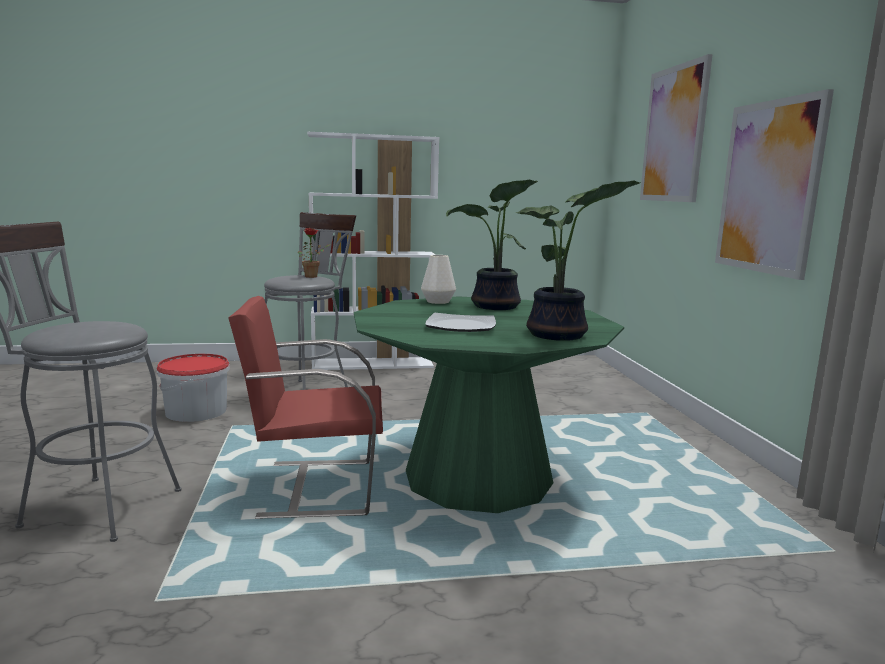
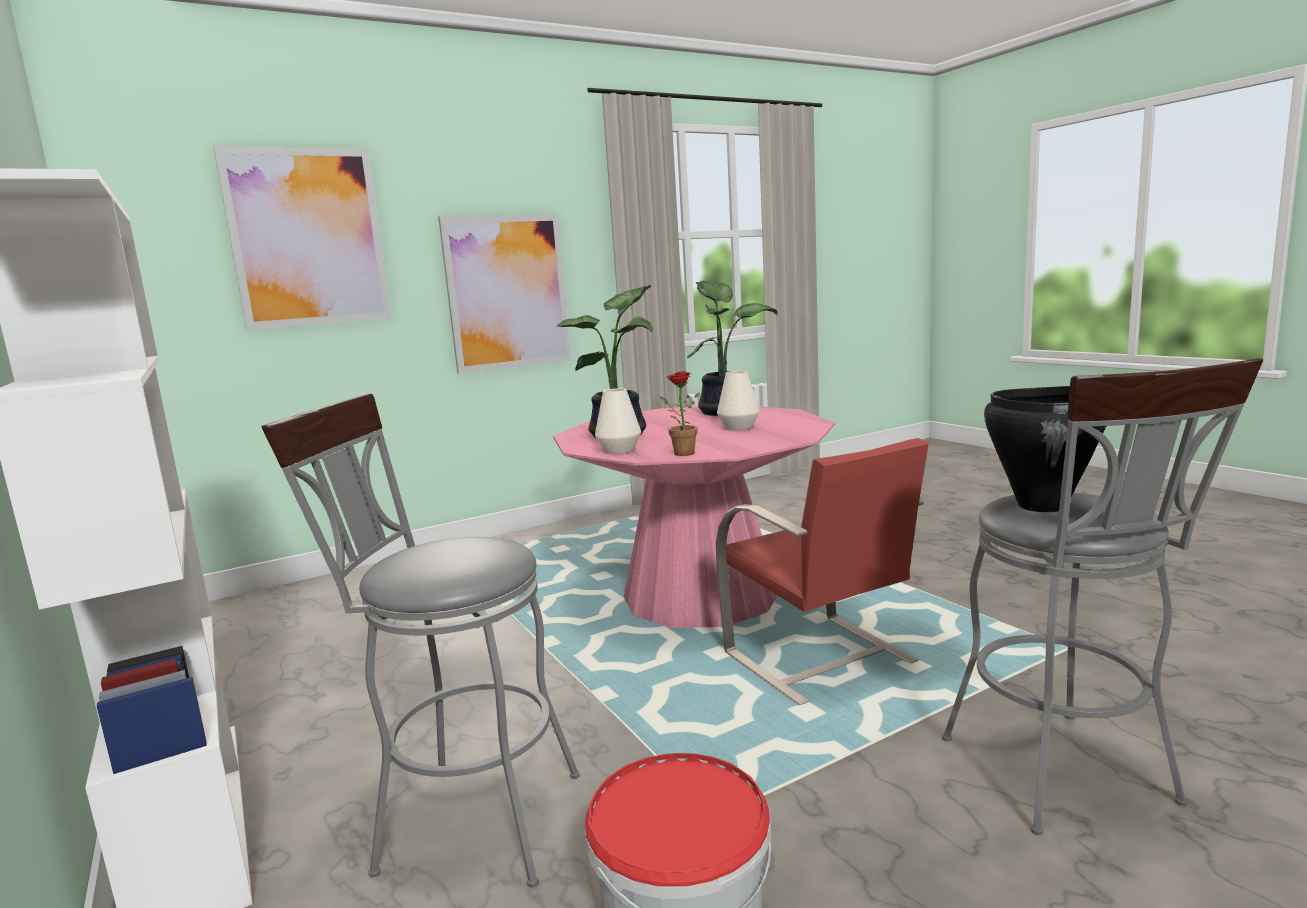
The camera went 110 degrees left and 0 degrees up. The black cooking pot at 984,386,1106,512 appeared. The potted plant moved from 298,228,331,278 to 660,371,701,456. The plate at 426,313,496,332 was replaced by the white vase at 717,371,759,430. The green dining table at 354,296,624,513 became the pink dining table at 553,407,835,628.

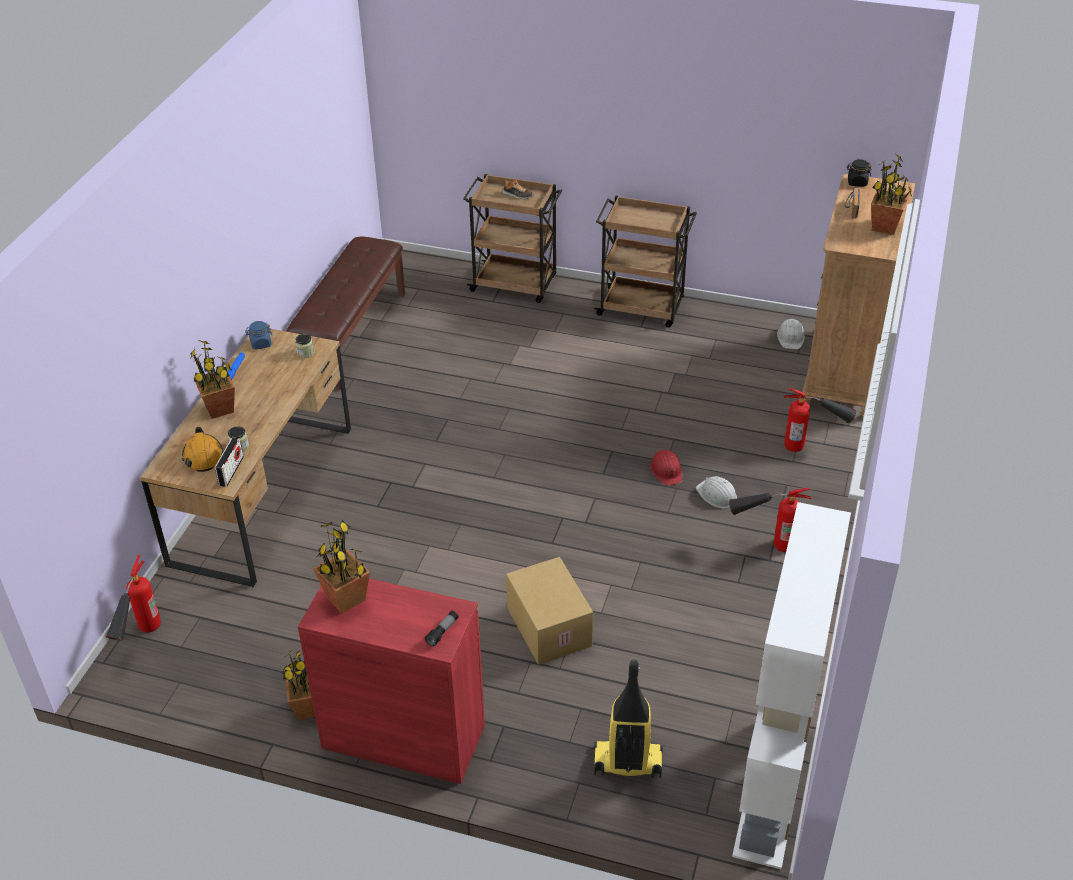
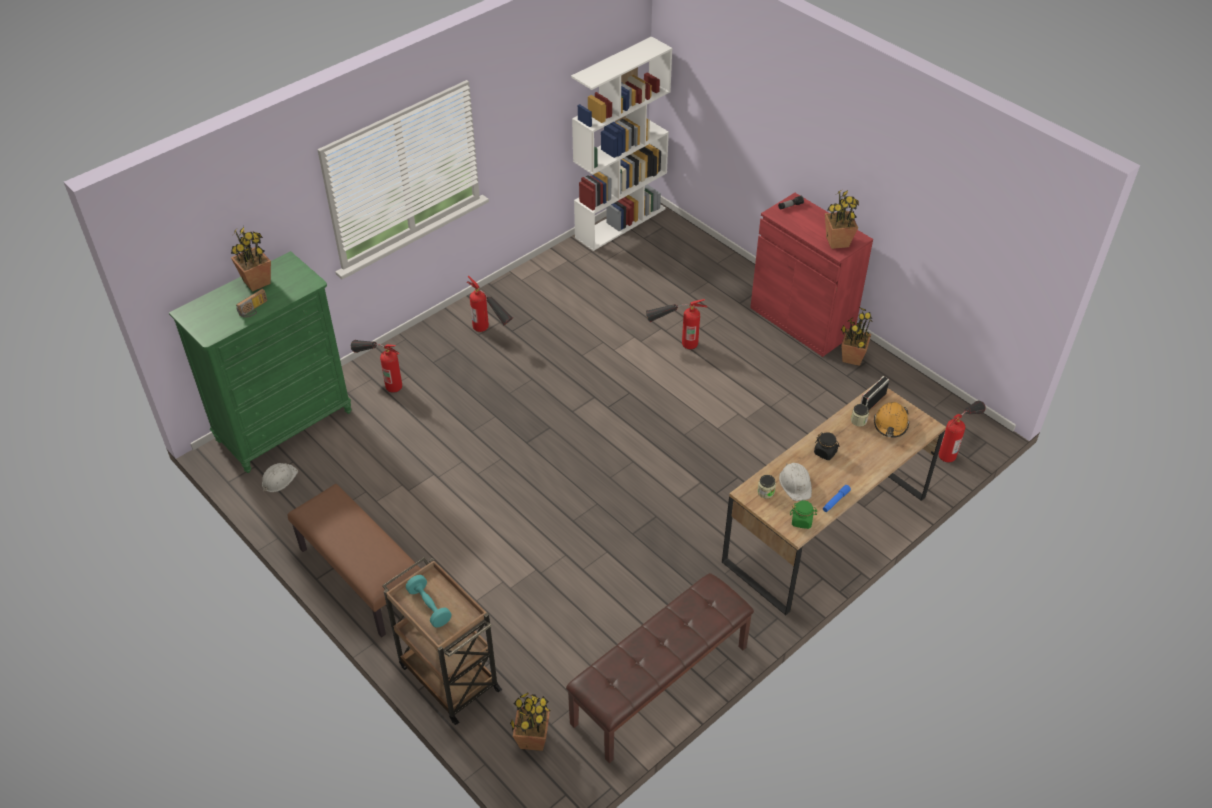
The camera went 150 degrees left and 5 degrees up. The vacuum cleaner at 594,659,663,779 disappeared. The red hard hat at 650,450,682,486 disappeared. The potted plant moved from 190,340,235,419 to 510,693,551,751. The white hard hat moved from 696,476,737,508 to 779,463,812,501. The black jar moved from 847,159,872,187 to 814,432,840,460. The shoe at 502,180,534,199 was replaced by the turquoise dumbbell at 406,575,451,628. The cardboard box at 506,557,593,665 was replaced by the fire extinguisher at 646,299,707,349. The brown cart at 594,196,697,327 was replaced by the brown bench at 288,484,421,637. The blue jar at 245,321,273,350 became the green jar at 790,500,817,529. The brown dresser at 802,174,915,418 became the green dresser at 169,251,352,473.

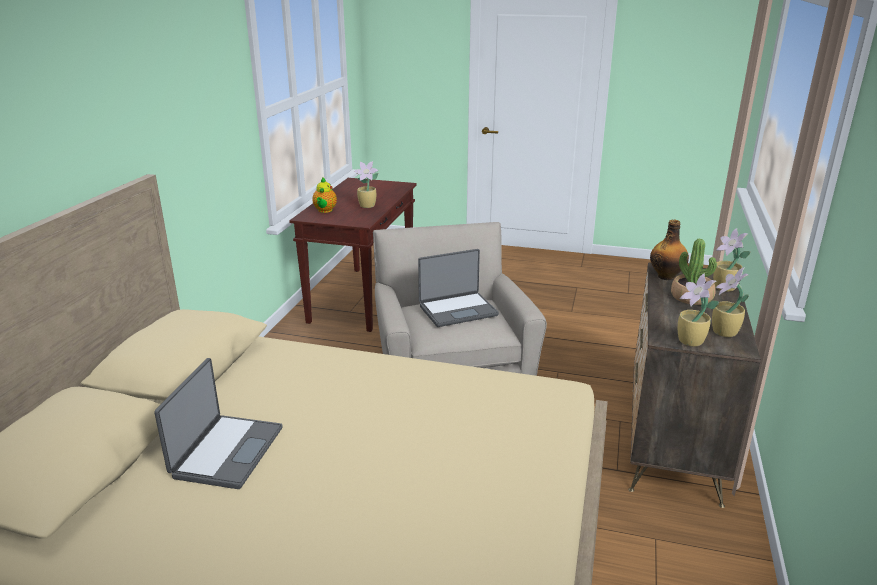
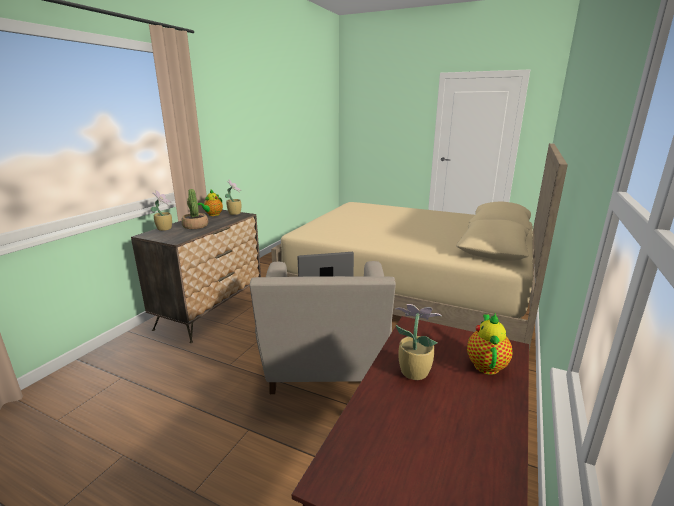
The camera went 170 degrees left and 5 degrees down. The laptop at 154,358,283,489 disappeared. The bottle at 650,219,689,280 disappeared. The potted plant at 712,267,750,337 was replaced by the teapot at 198,190,223,216.

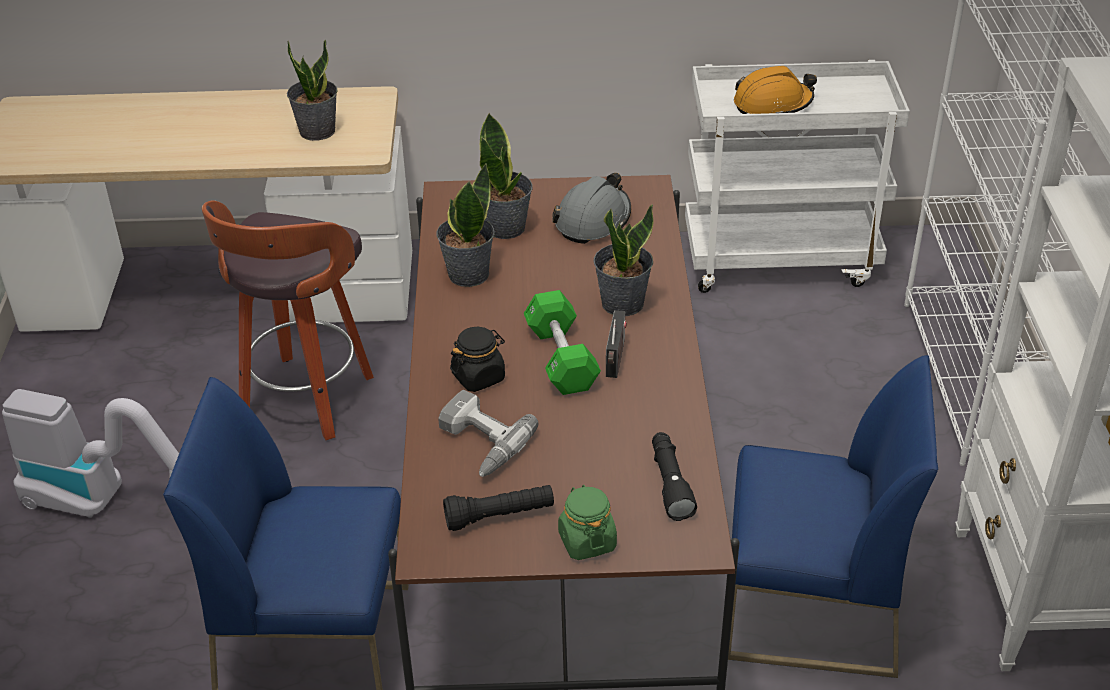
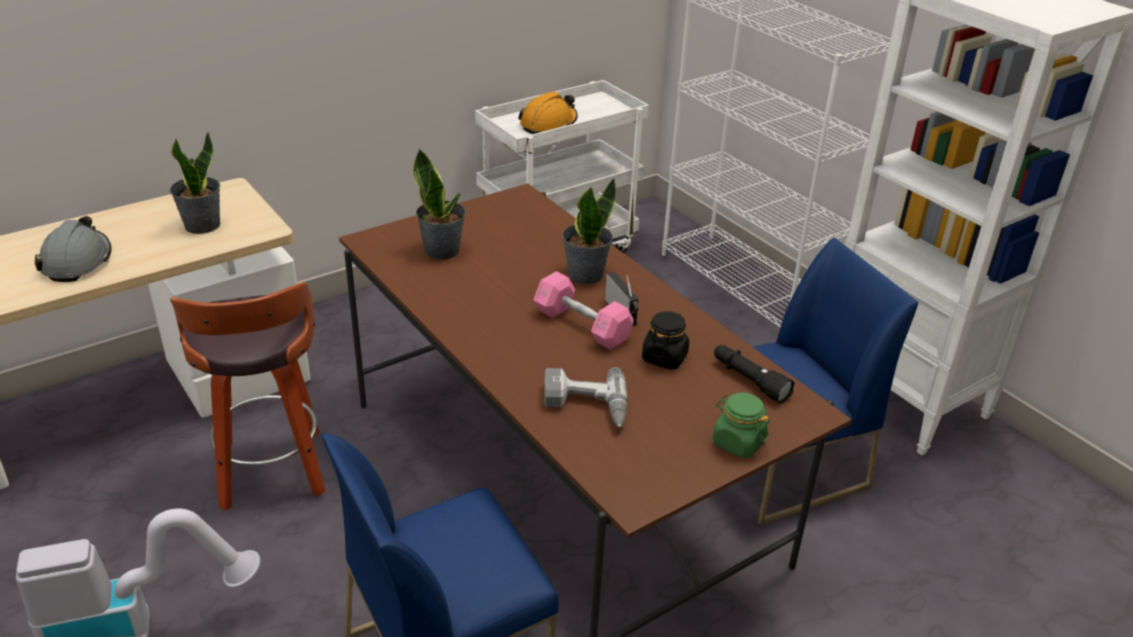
The camera went 35 degrees left and 5 degrees down. The potted plant at 436,164,495,287 disappeared. The black flashlight at 443,485,554,531 disappeared. The black jar moved from 450,327,505,392 to 642,311,689,370. The grey hard hat moved from 552,173,631,244 to 35,216,112,282. The green dumbbell at 524,290,601,395 became the pink dumbbell at 533,271,634,350.

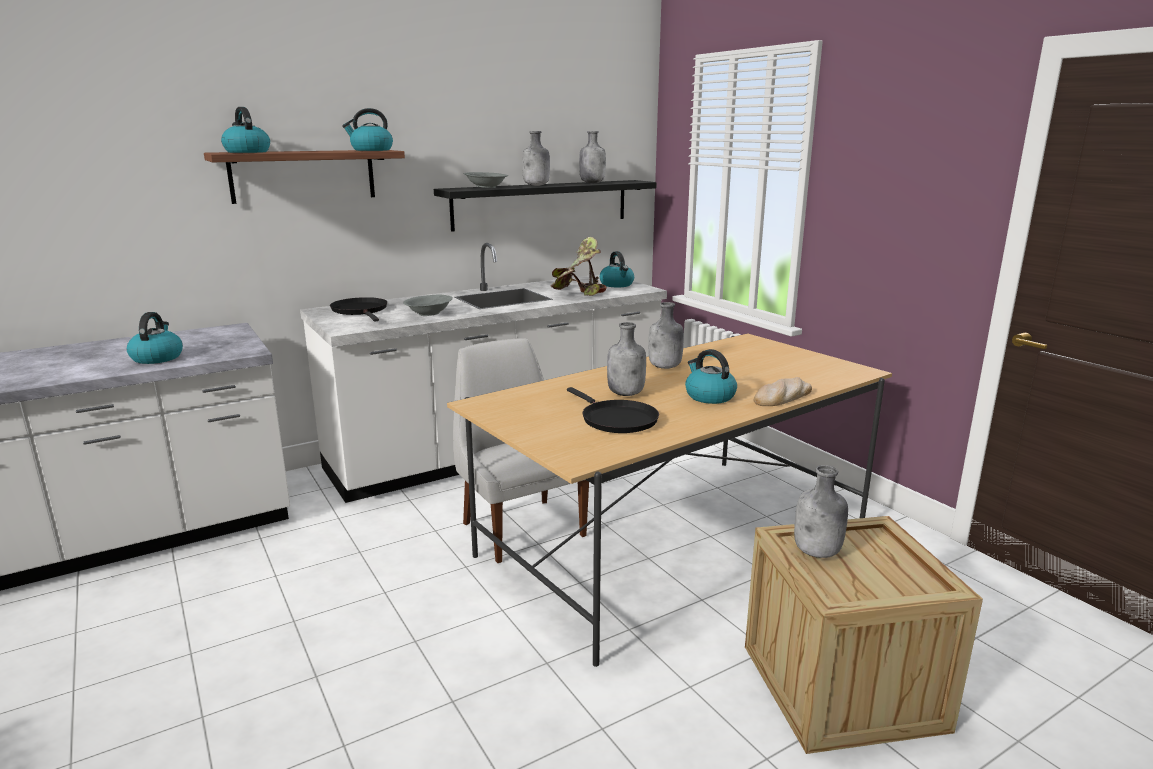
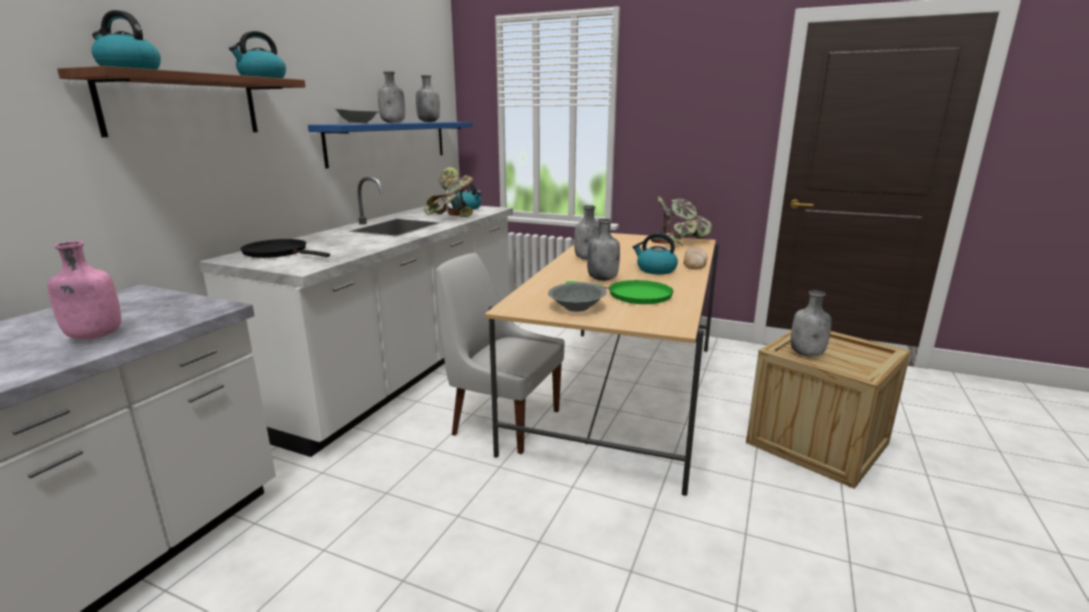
The camera went 35 degrees left and 0 degrees up. The potted plant at 651,196,712,247 appeared. The grey bowl moved from 403,295,453,316 to 548,282,607,312. The kettle at 127,312,183,364 was replaced by the pink bottle at 47,241,121,340. The black shelf at 434,180,657,232 became the blue shelf at 308,122,473,168. The black frying pan at 567,387,659,433 became the green frying pan at 566,280,673,304.

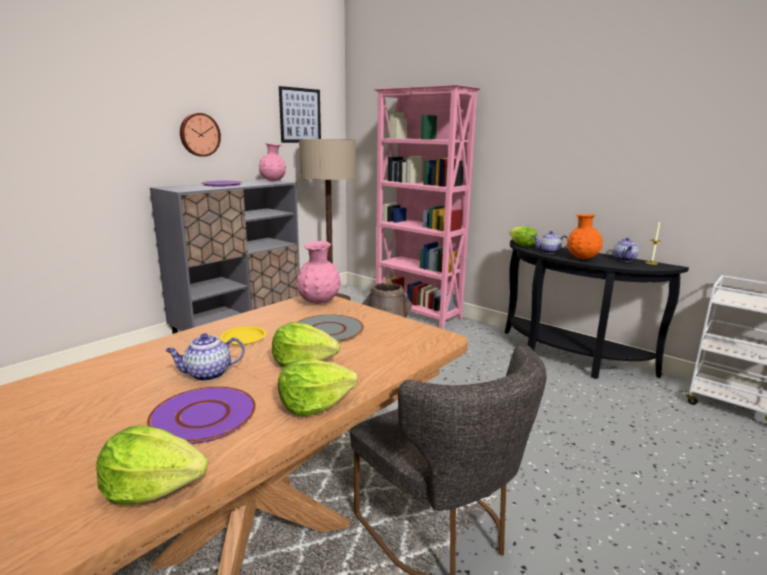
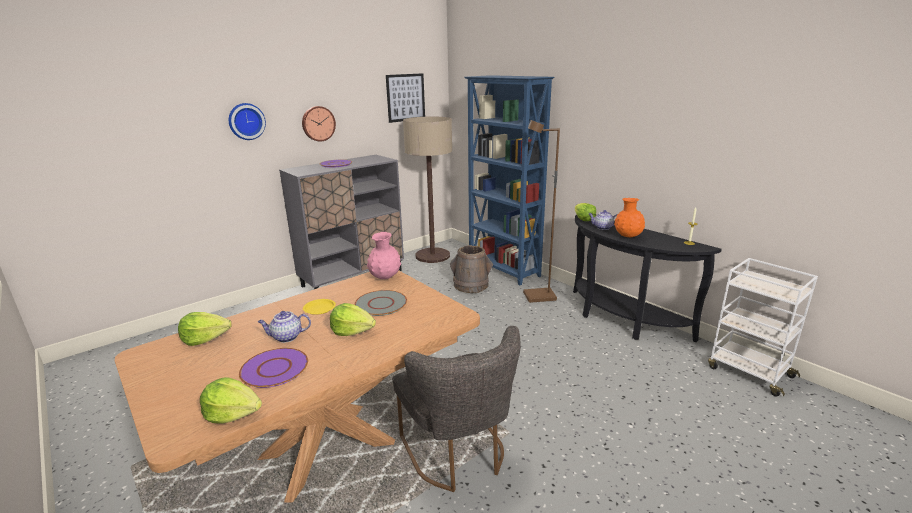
The camera went 10 degrees right and 5 degrees up. The pink vase at 259,143,286,181 disappeared. The teapot at 613,238,639,261 disappeared. The wall clock at 229,103,266,140 appeared. The brown floor lamp at 523,120,560,303 appeared. The lettuce moved from 278,359,358,416 to 178,312,232,346. The pink bookcase at 374,85,481,329 became the blue bookcase at 464,75,554,285.

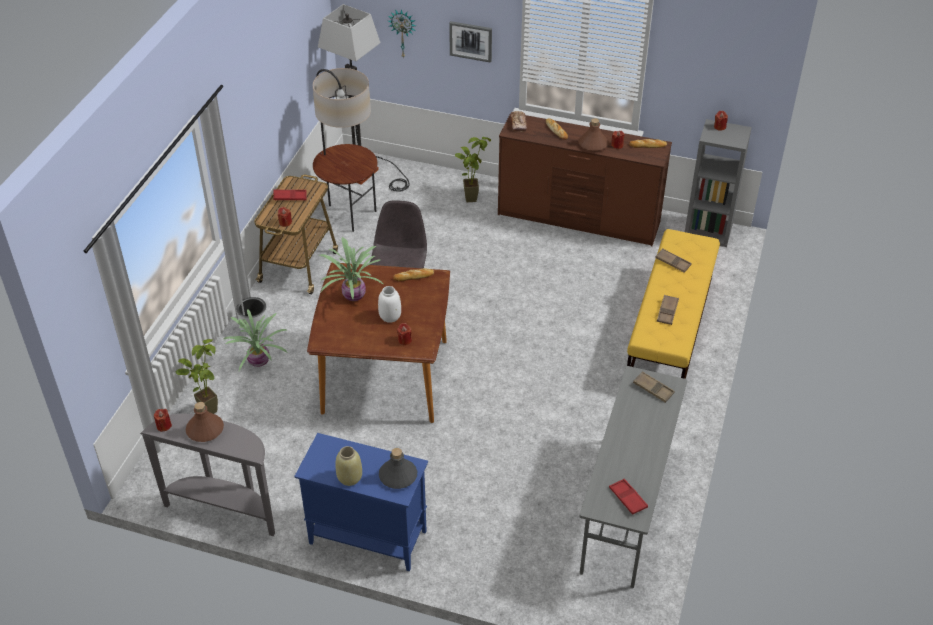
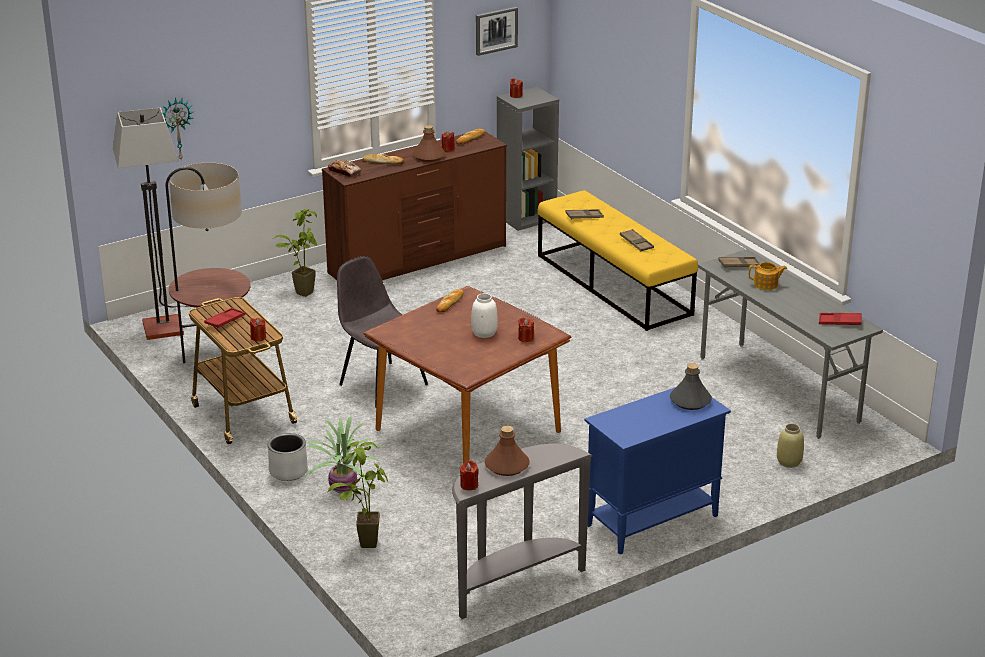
The camera went 50 degrees left and 15 degrees down. The potted plant at 319,237,384,301 disappeared. The teapot at 749,262,787,290 appeared. The beige vase moved from 336,446,362,486 to 777,424,804,468. The picture moved from 449,21,492,63 to 476,7,518,56.

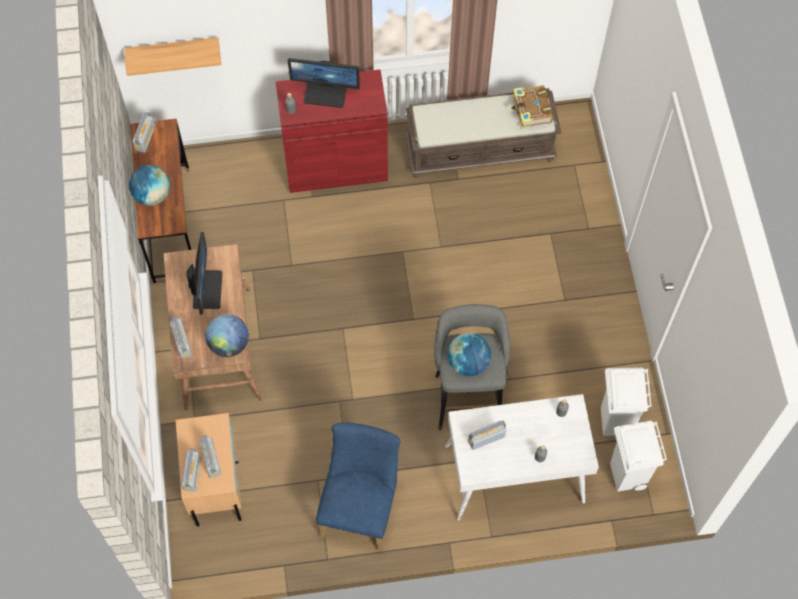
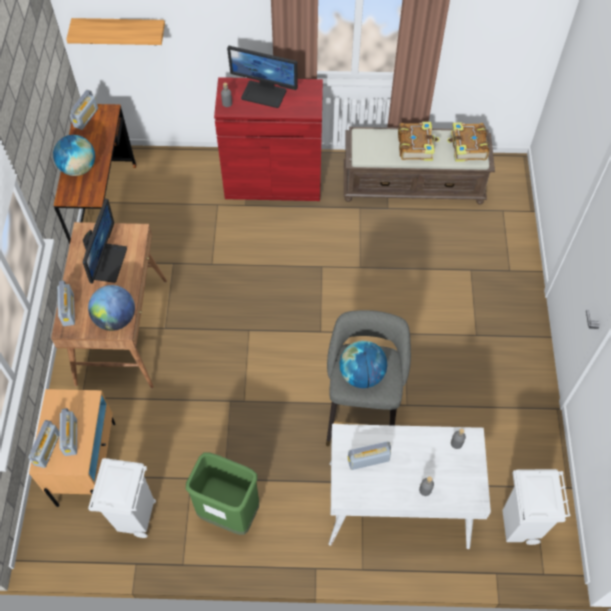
The camera went 10 degrees right and 5 degrees down. The book at 398,122,440,161 appeared. The white trash can moved from 601,367,652,436 to 88,458,156,538. The blue chair at 316,422,400,551 was replaced by the green trash can at 186,453,259,535.

